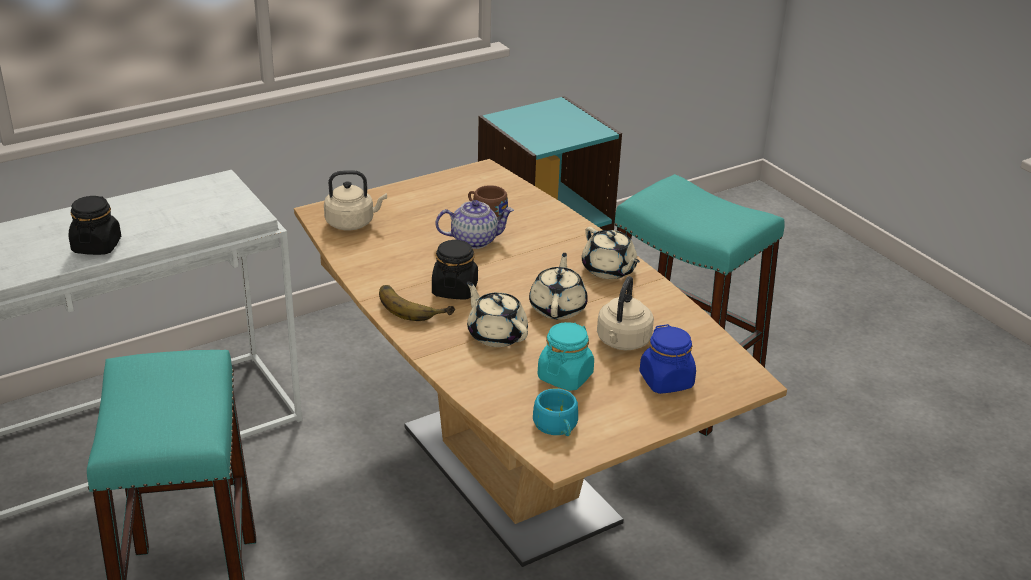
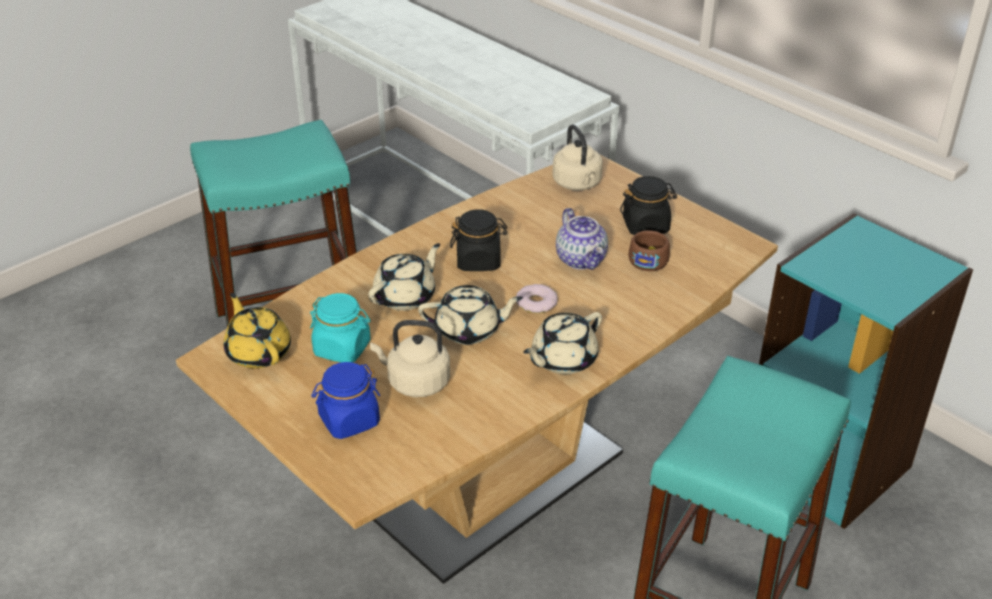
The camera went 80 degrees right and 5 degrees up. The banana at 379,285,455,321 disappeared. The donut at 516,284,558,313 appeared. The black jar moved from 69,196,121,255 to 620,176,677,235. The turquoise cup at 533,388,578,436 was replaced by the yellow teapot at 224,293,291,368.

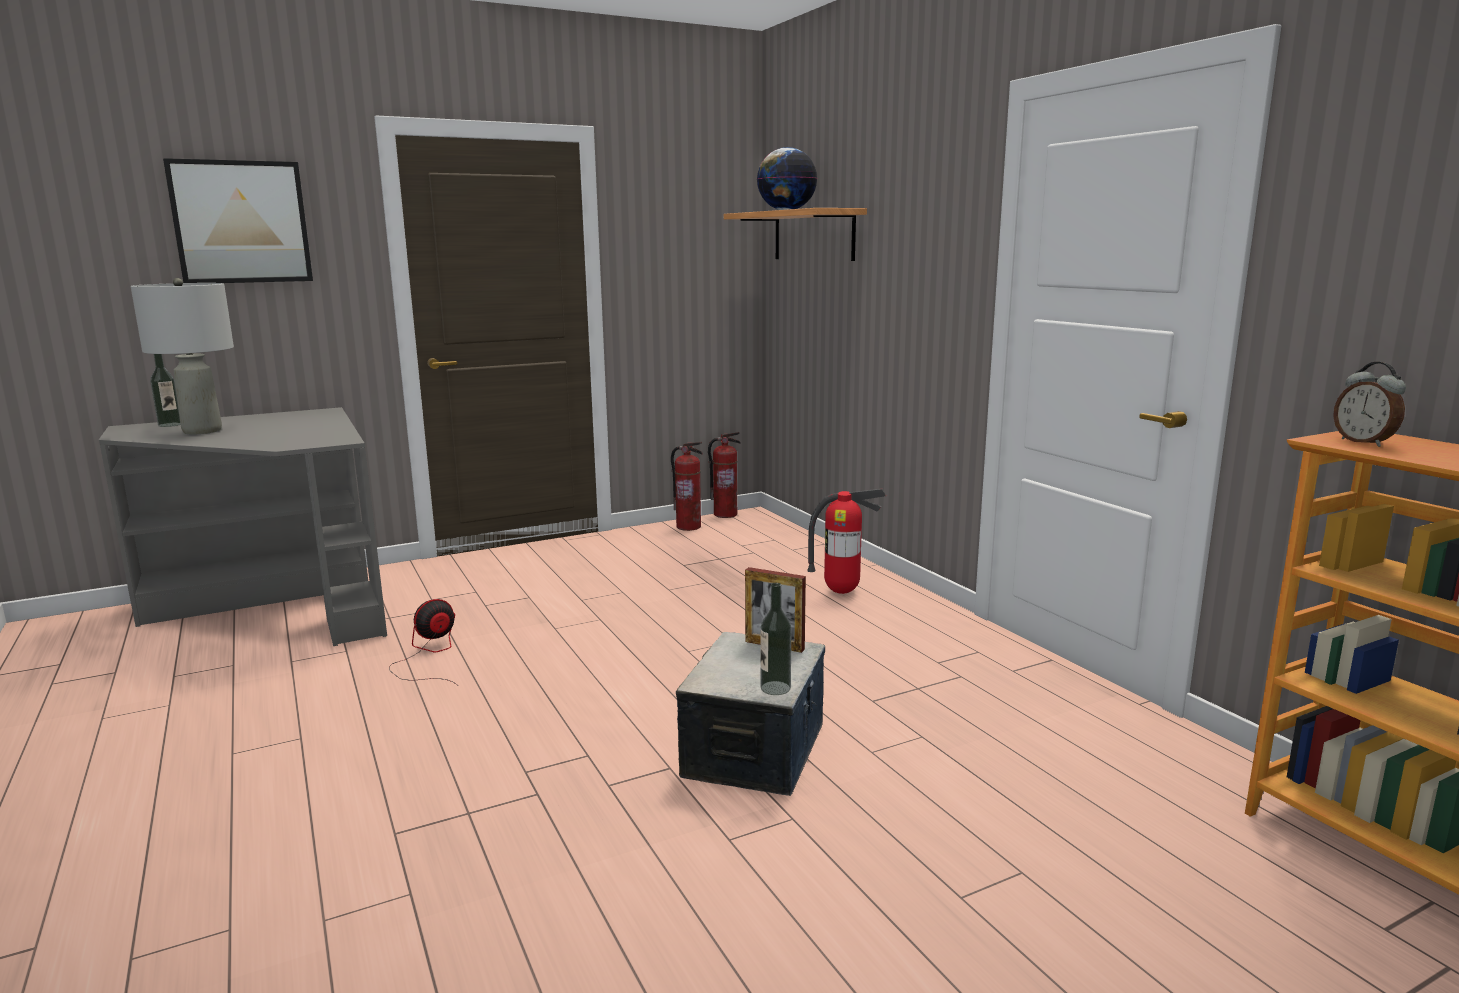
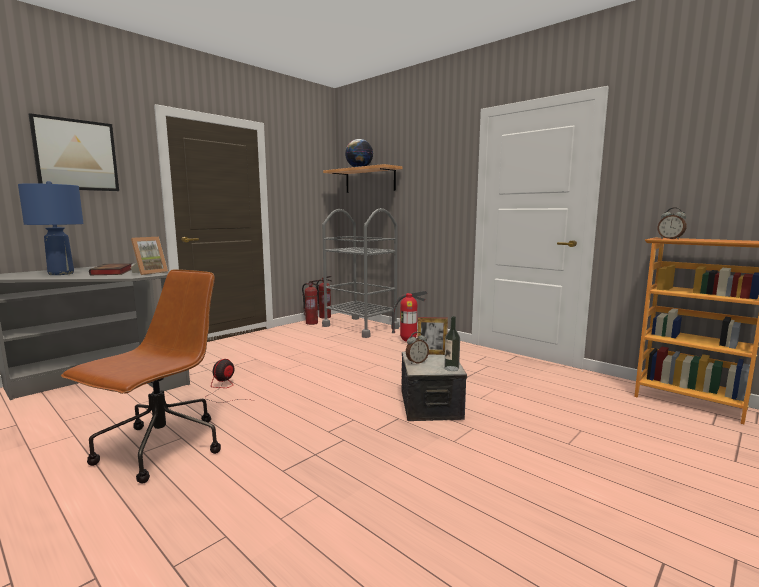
The camera went 20 degrees left and 5 degrees down. The bottle at 150,354,181,427 disappeared. The brown office chair at 61,269,221,484 appeared. The book at 89,263,132,275 appeared. The picture frame at 130,237,168,275 appeared. The grey cart at 322,208,399,338 appeared. The alarm clock at 406,332,429,364 appeared. The grey table lamp at 131,278,234,435 became the blue table lamp at 18,181,83,275.

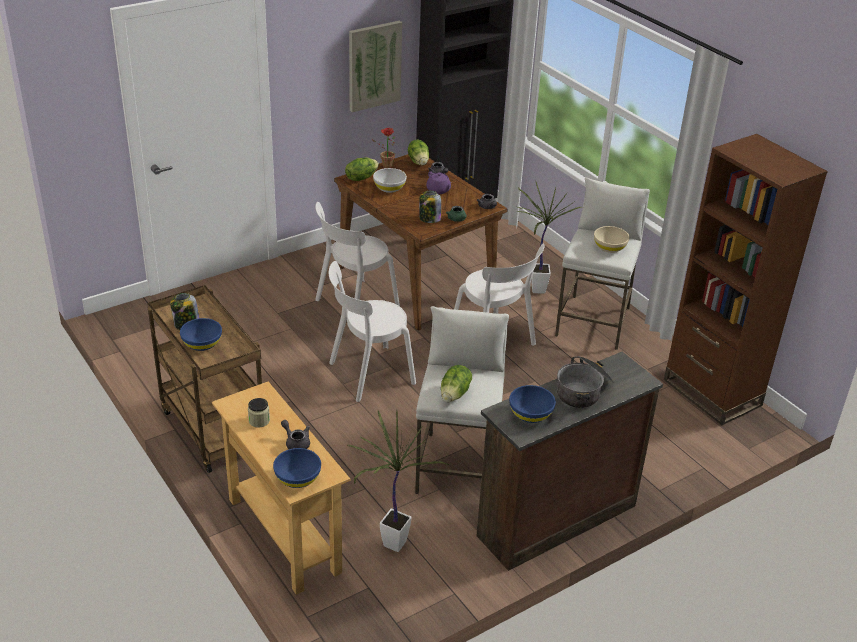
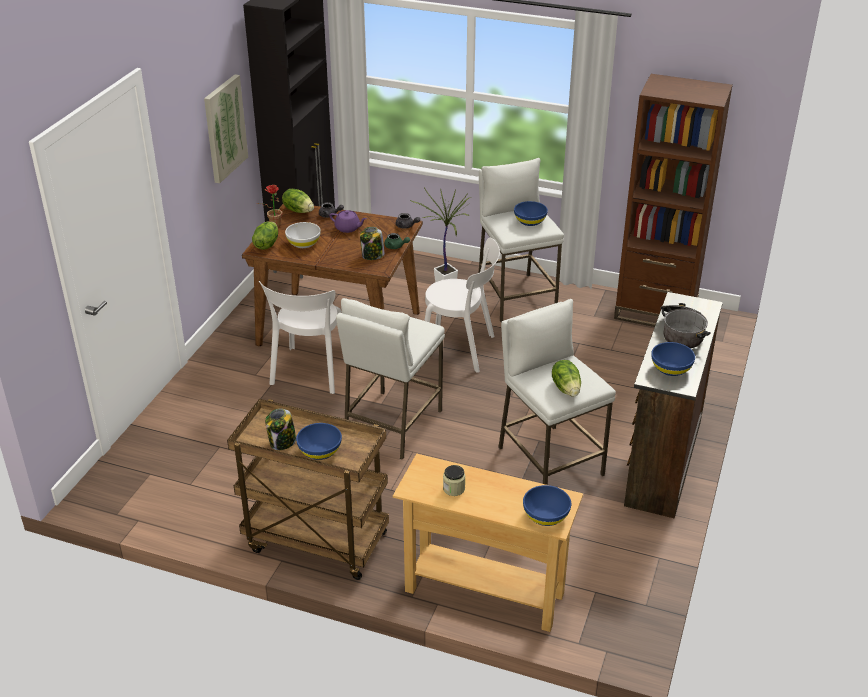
The camera went 35 degrees left and 0 degrees up. The grey teapot at 281,420,310,449 disappeared. The potted plant at 348,410,450,552 disappeared. The white chair at 329,261,416,402 was replaced by the white stool at 336,298,445,460. The beige bowl at 594,226,630,253 became the blue bowl at 514,201,548,226.

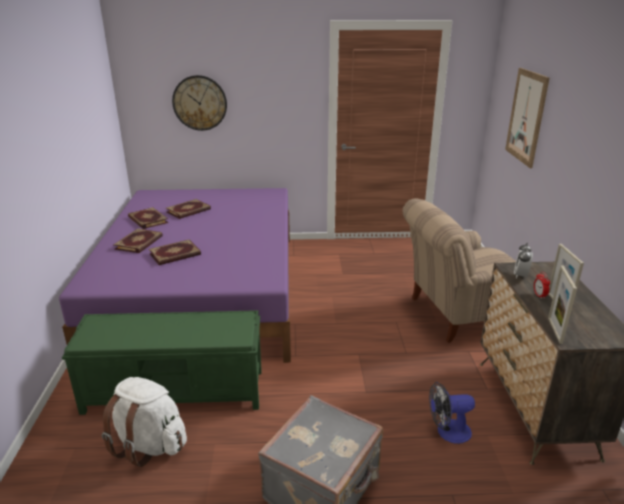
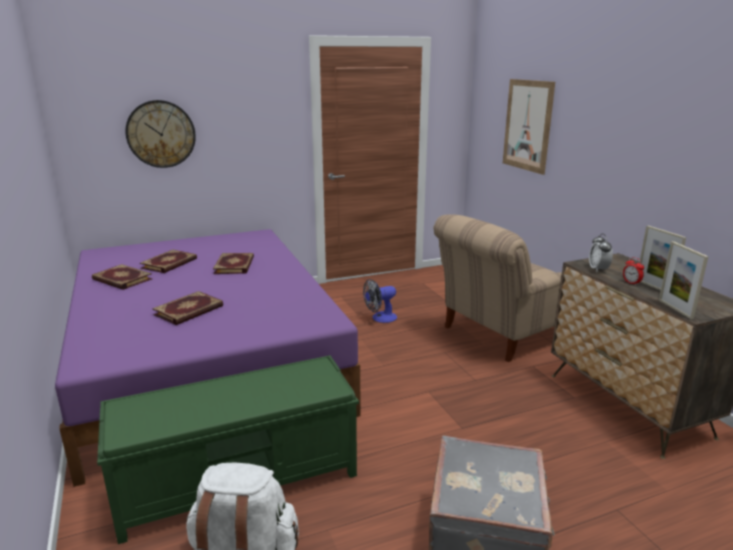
The camera went 20 degrees left and 5 degrees down. The book moved from 113,228,163,253 to 213,253,254,274. The fan moved from 429,382,475,444 to 363,279,397,323.

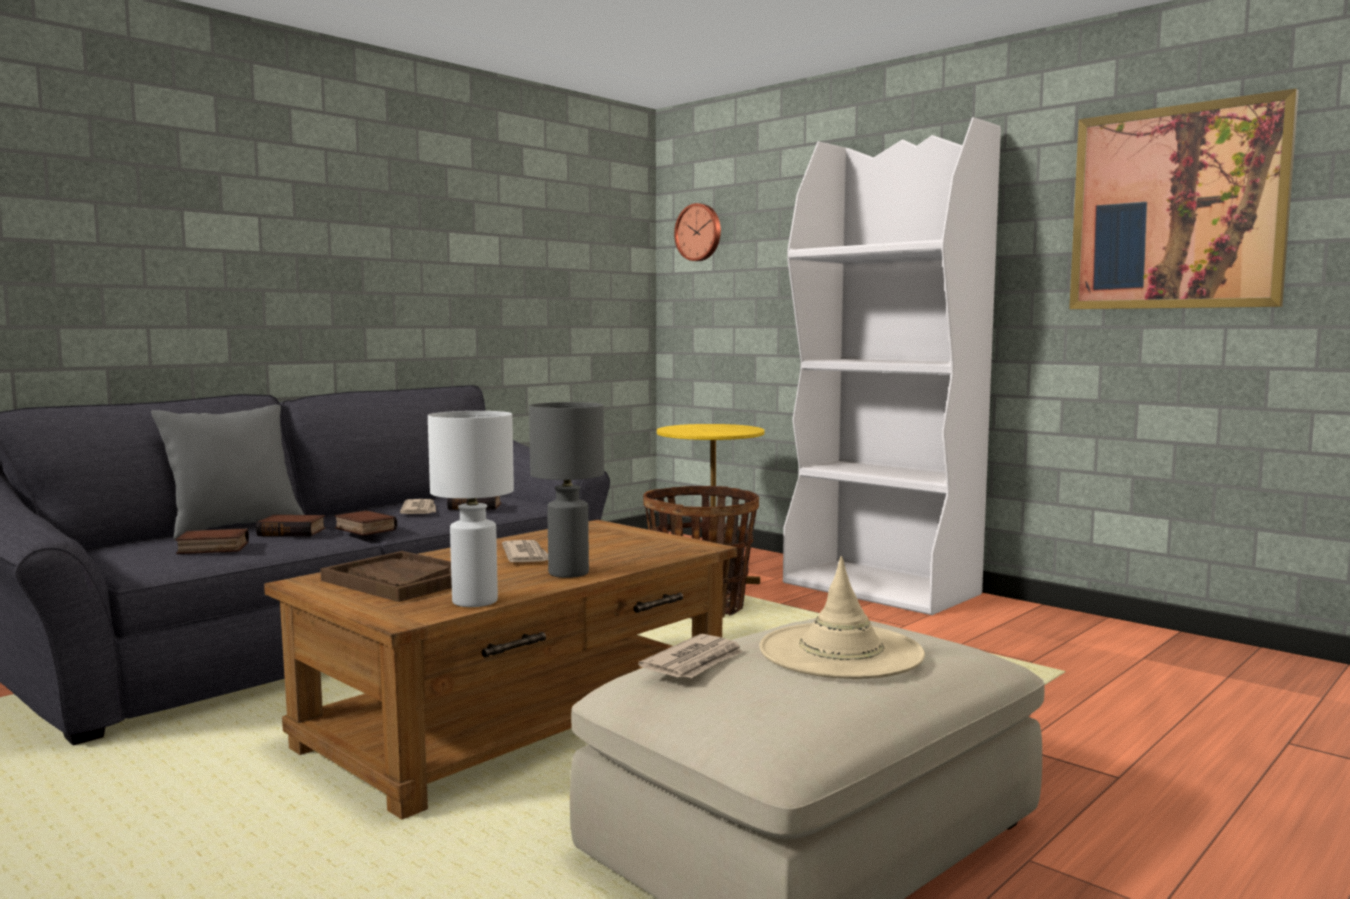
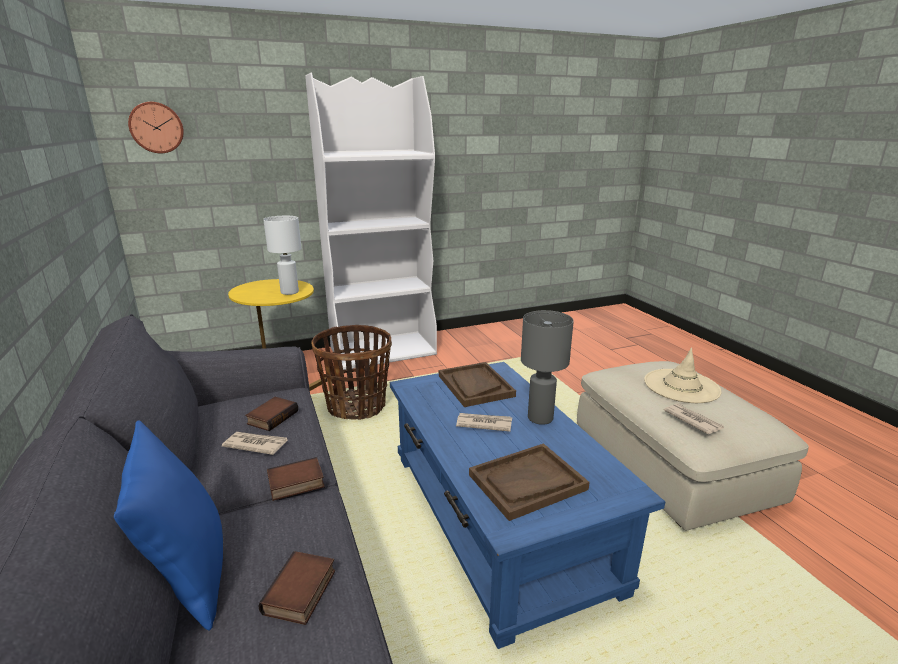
The camera went 65 degrees left and 15 degrees up. The book at 256,515,326,536 disappeared. The picture at 1069,89,1299,309 disappeared. The brown tray at 439,362,516,407 appeared. The white table lamp moved from 428,411,514,607 to 263,216,302,295. The grey pillow at 151,405,304,540 became the blue pillow at 114,420,223,630. The brown coffee table at 264,520,737,820 became the blue coffee table at 390,362,665,649.

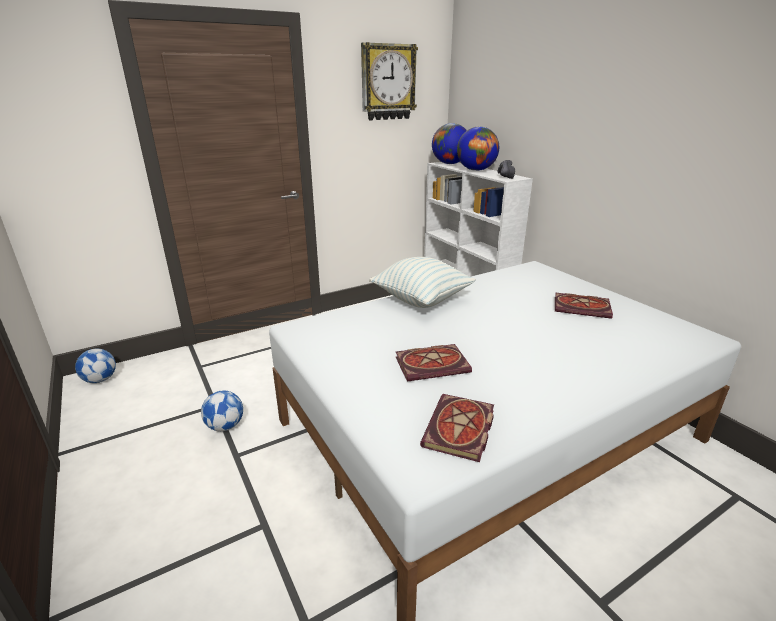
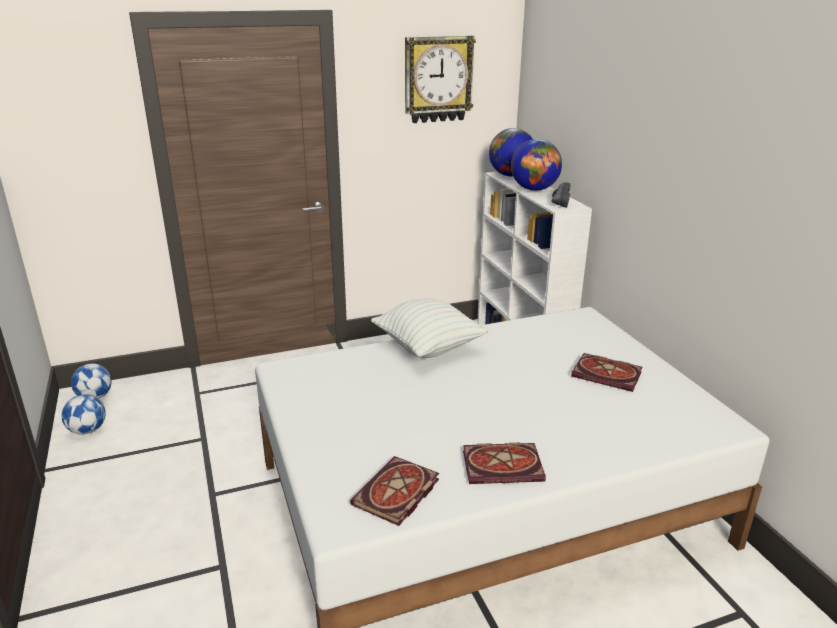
The camera went 10 degrees right and 0 degrees up. The football moved from 201,390,243,431 to 62,394,106,434. The book moved from 396,344,472,382 to 463,443,546,484.

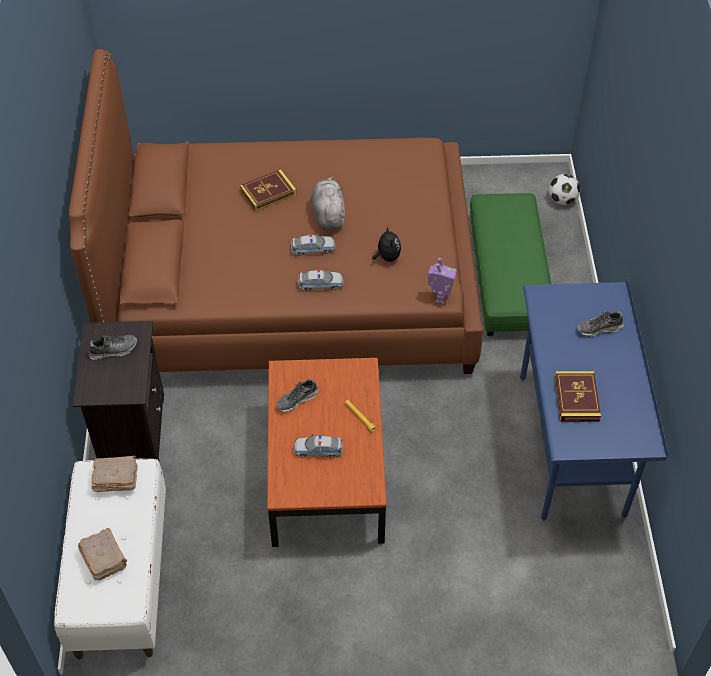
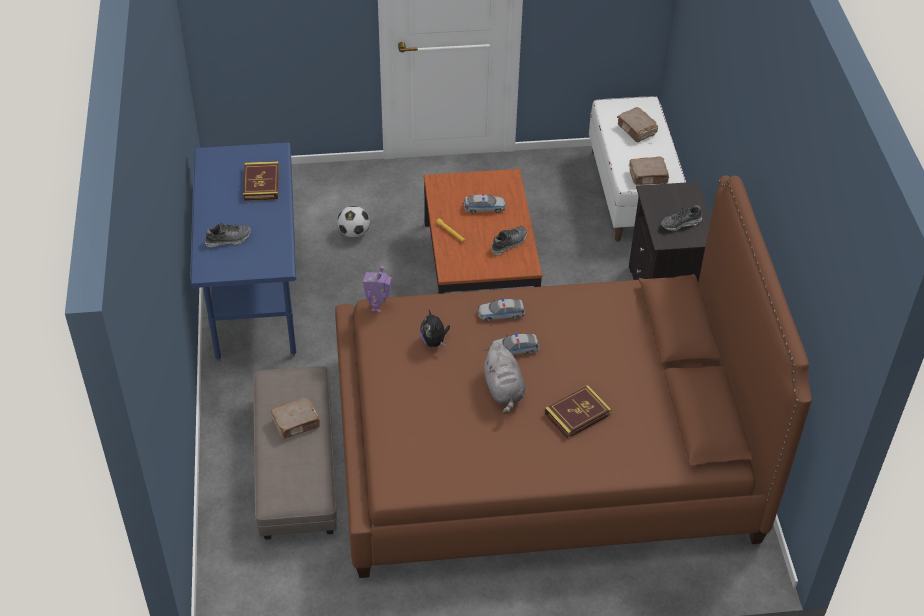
The camera went 175 degrees right and 5 degrees down. The brown book at 271,398,320,438 appeared. The football moved from 549,174,580,205 to 337,206,370,238. The green ottoman at 470,193,552,336 became the grey ottoman at 253,366,337,540.

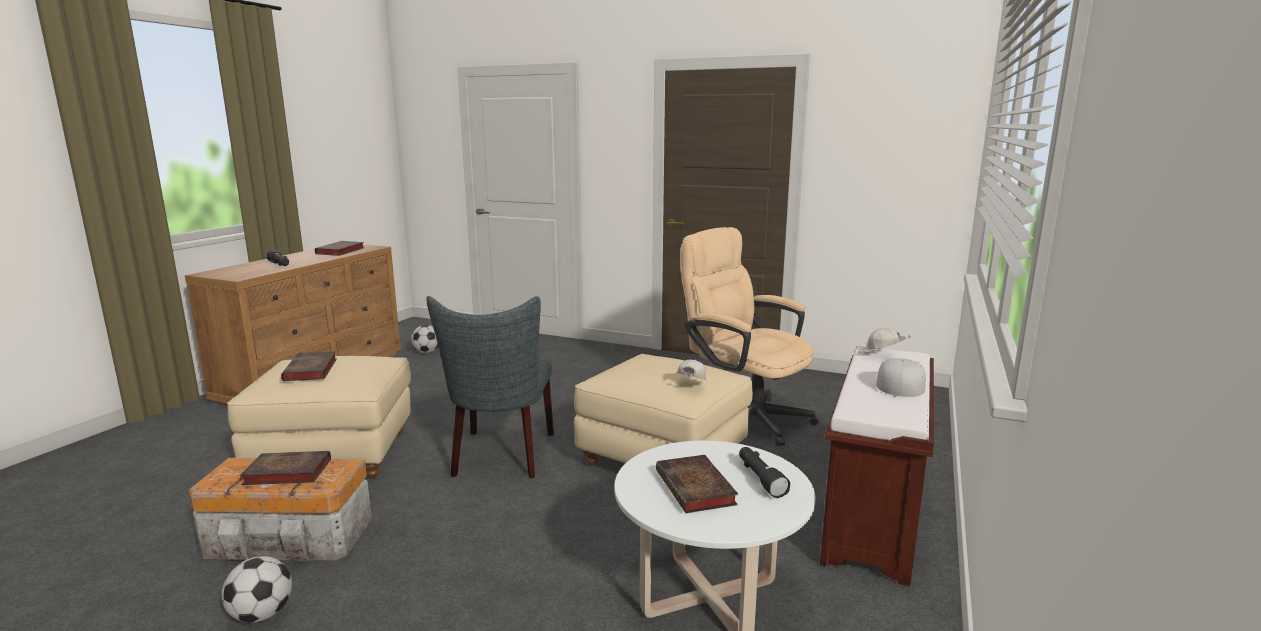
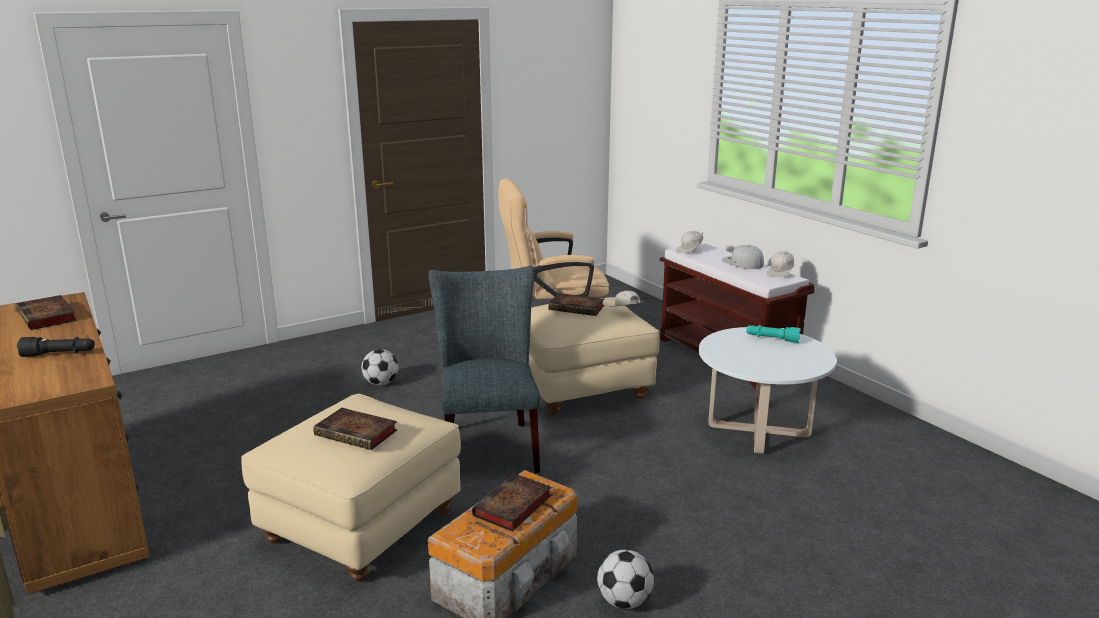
The camera went 55 degrees left and 5 degrees up. The white cap at 767,252,794,278 appeared. The football moved from 411,325,439,353 to 361,349,398,385. The book moved from 656,455,738,513 to 549,293,605,316. The black flashlight at 739,447,790,498 became the turquoise flashlight at 746,325,801,343. The grey chair at 426,296,554,479 turned 135 degrees counterclockwise.

